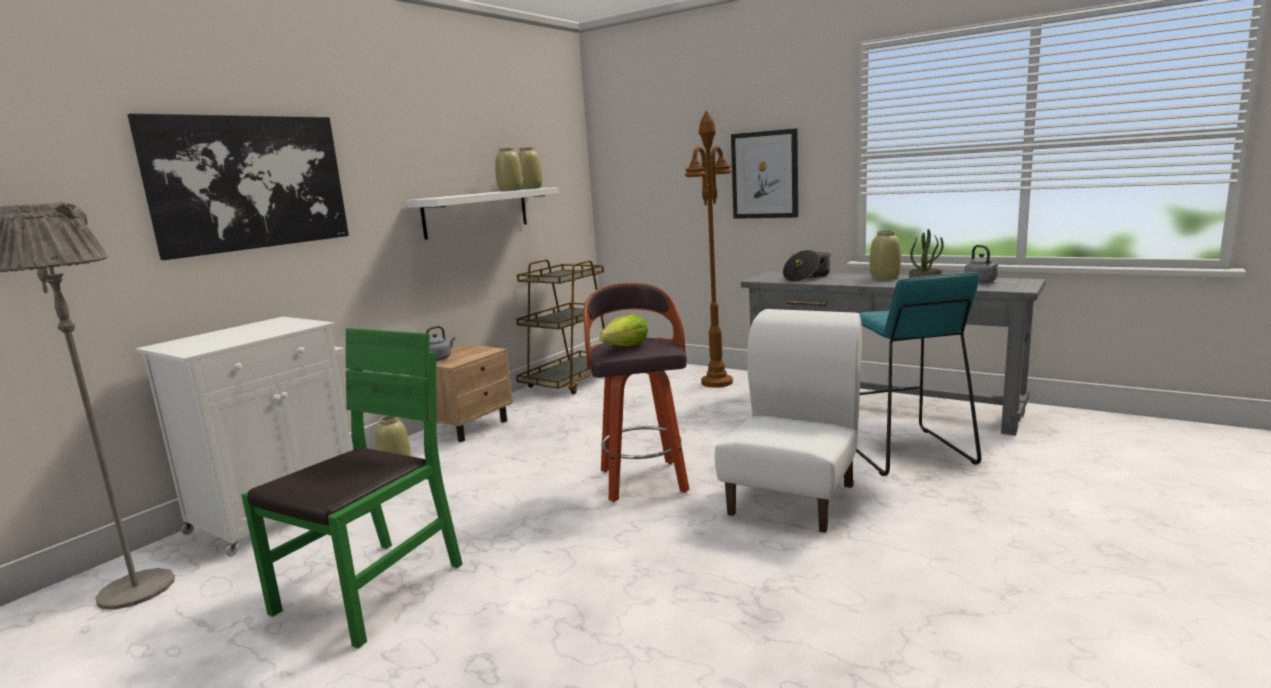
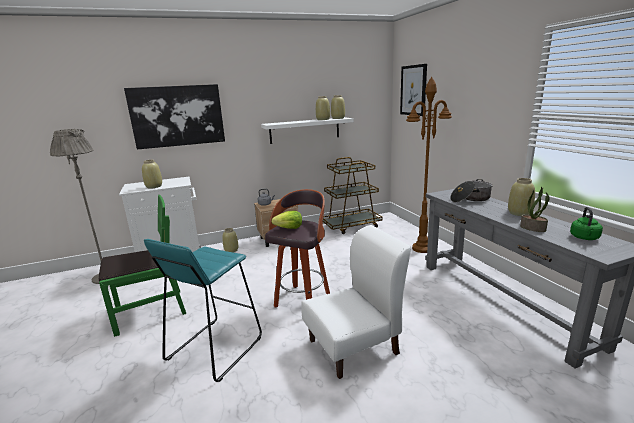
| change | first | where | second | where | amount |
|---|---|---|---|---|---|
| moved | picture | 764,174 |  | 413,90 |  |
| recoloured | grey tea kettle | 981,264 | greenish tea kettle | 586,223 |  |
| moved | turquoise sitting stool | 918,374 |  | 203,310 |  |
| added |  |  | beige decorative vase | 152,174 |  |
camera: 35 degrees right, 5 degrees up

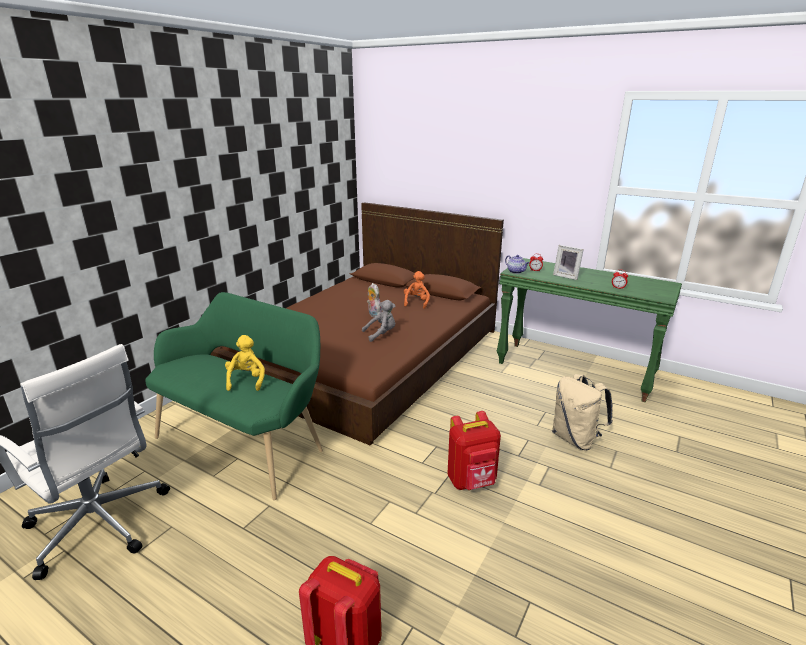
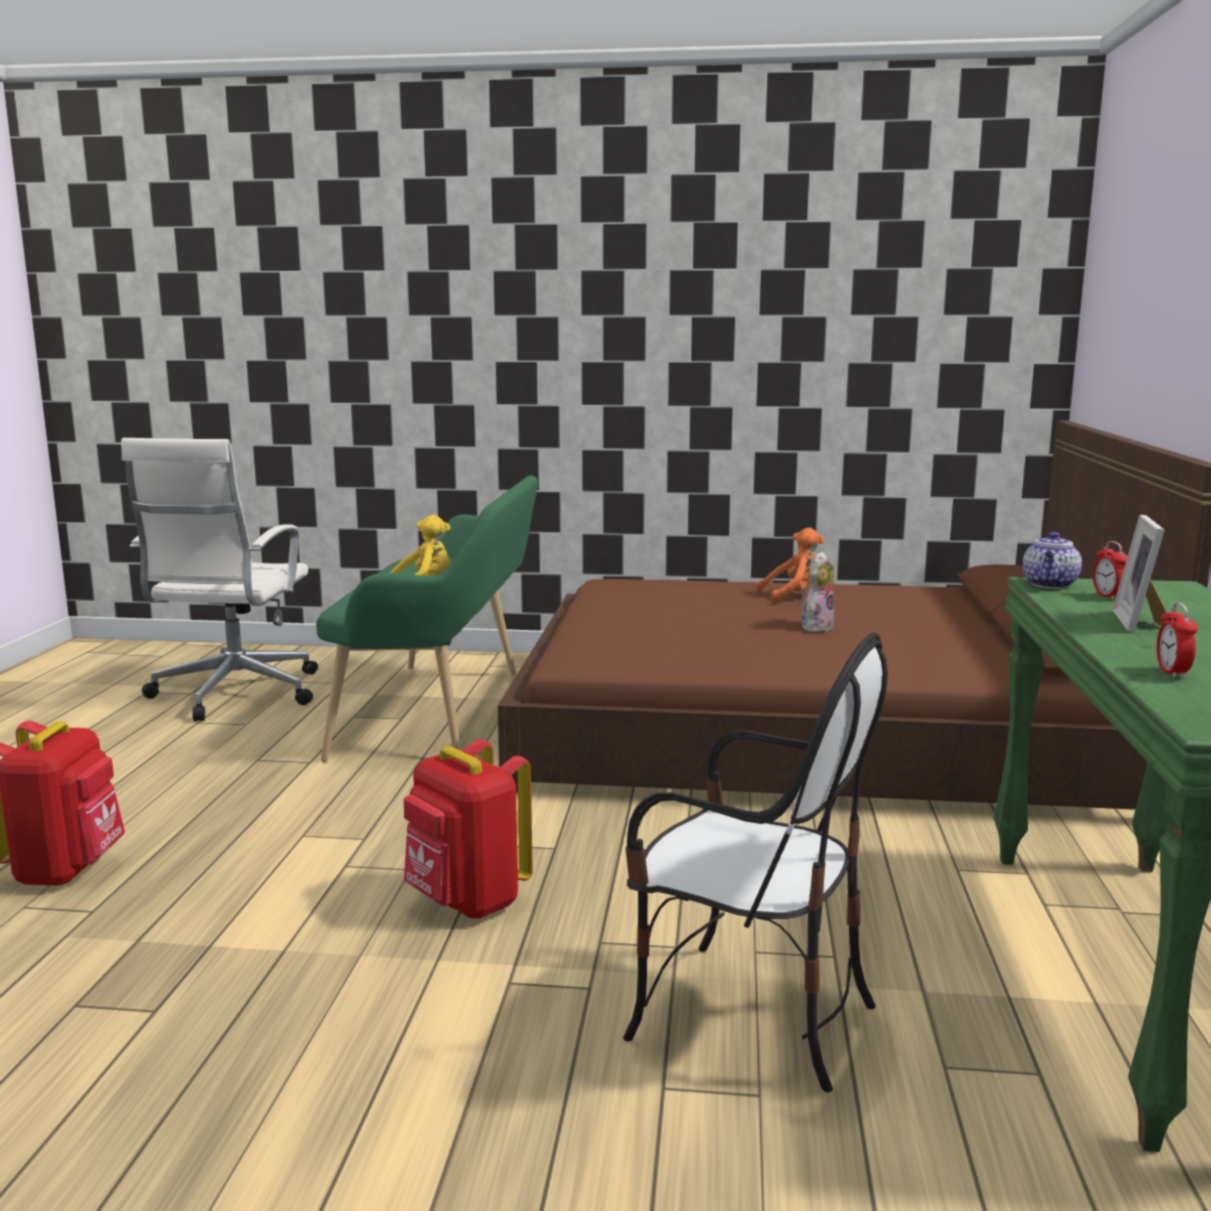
| change | first | where | second | where | amount |
|---|---|---|---|---|---|
| moved | orangey plush toy | 417,290 |  | 790,566 |  |
| removed | grey plush toy | 378,321 |  |  |  |
| replaced | beige backpack | 582,412 | plain chair | 755,862 |  |
camera: 65 degrees right, 10 degrees down

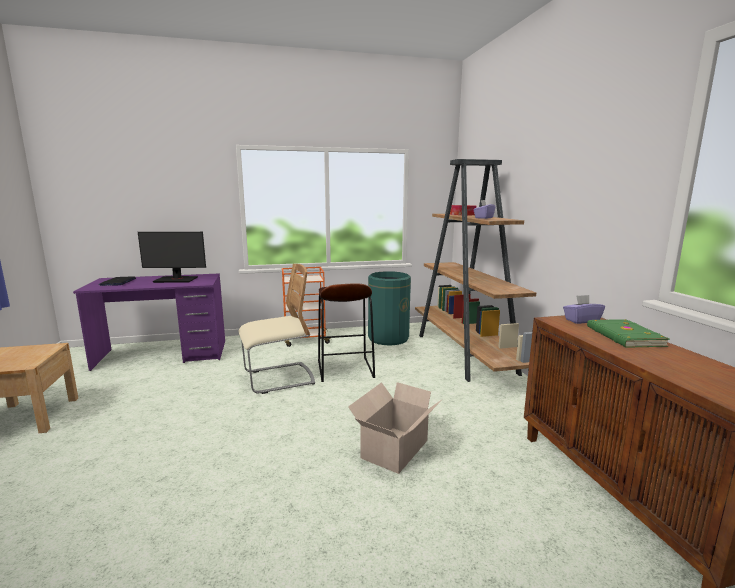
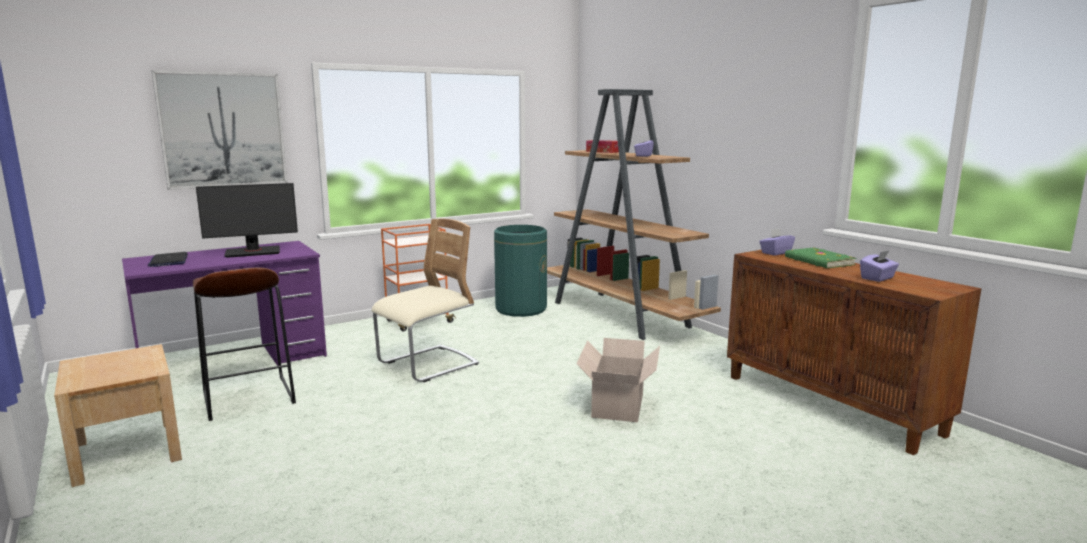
| change | first | where | second | where | amount |
|---|---|---|---|---|---|
| moved | brown-coloured sitting stool | 346,332 |  | 244,344 |  |
| added |  |  | picture | 219,130 |  |
| added |  |  | purplish tissue box | 879,266 |  |
camera: 20 degrees left, 0 degrees up

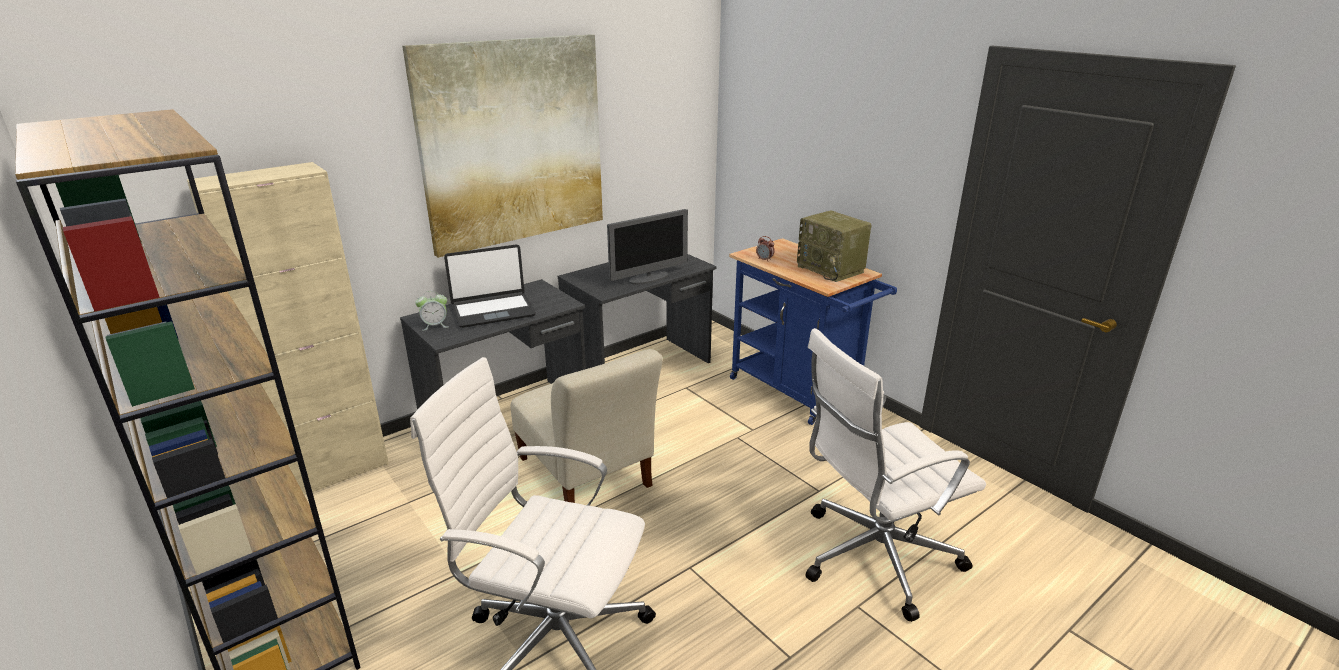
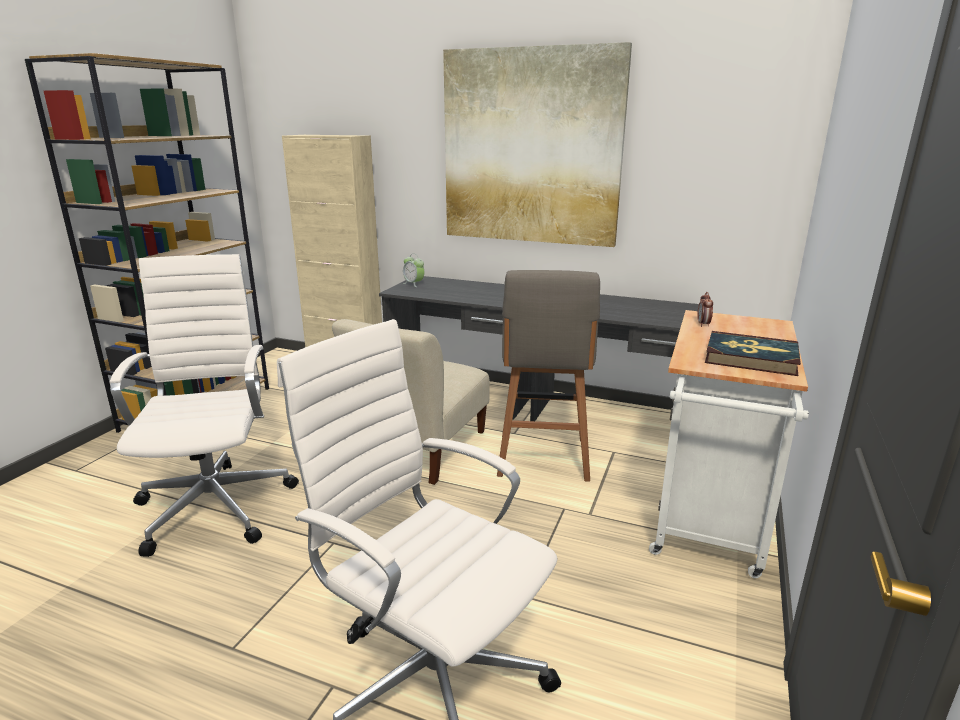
| change | first | where | second | where | amount |
|---|---|---|---|---|---|
| removed | computer screen | 647,247 |  |  |  |
| replaced | radio receiver | 834,246 | bound book | 753,353 |  |
| recoloured | blue-coloured trolley | 813,331 | whitish trolley | 729,444 |  |
| removed | laptop | 490,286 |  |  |  |
| added |  |  | grey sitting stool | 548,376 |  |
camera: 60 degrees right, 5 degrees down

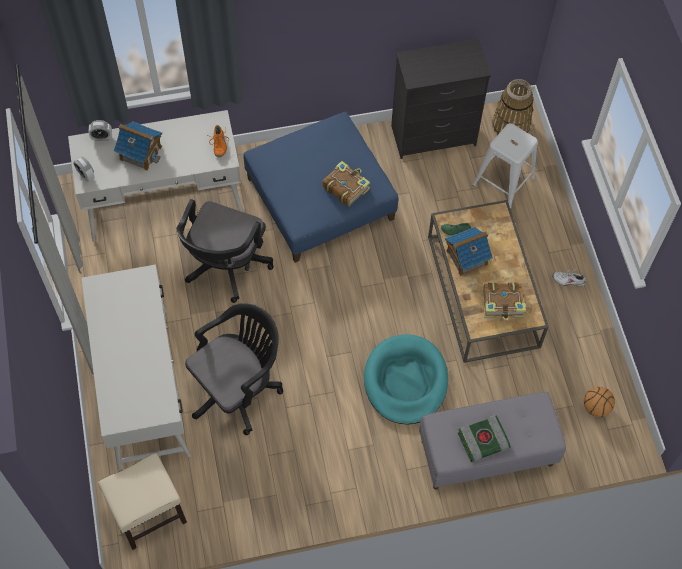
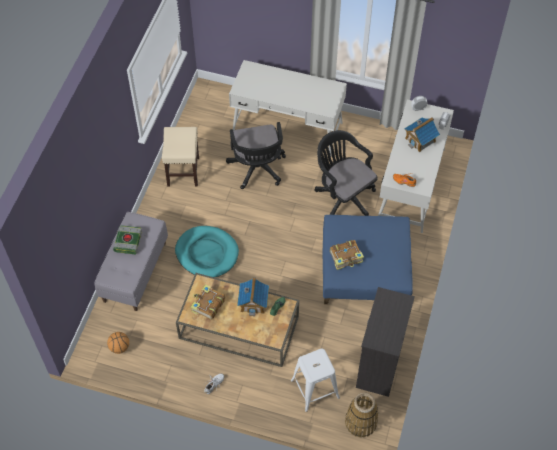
| change | first | where | second | where | amount |
|---|---|---|---|---|---|
| moved | beige sitting stool | 142,501 |  | 180,157 |  |
camera: 120 degrees right, 5 degrees down

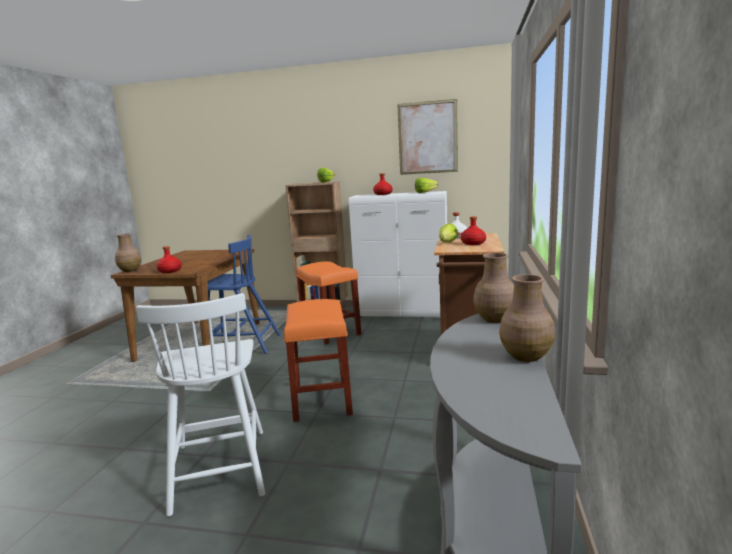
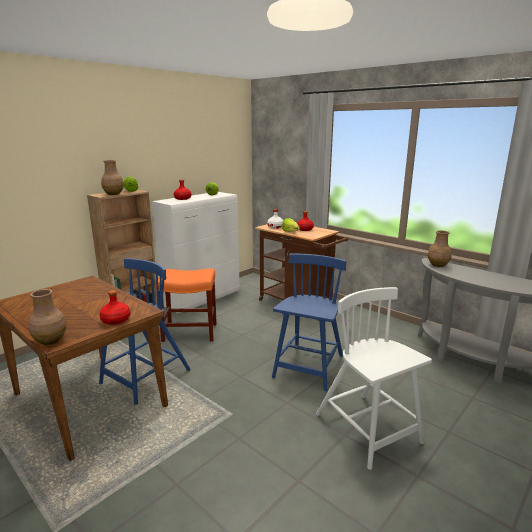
| change | first | where | second | where | amount |
|---|---|---|---|---|---|
| removed | picture | 427,137 |  |  |  |
| moved | brown-coloured decorative vase | 527,318 |  | 112,177 |  |
| turned | whitish plain chair | 201,405 |  | 374,378 | 135 degrees counterclockwise |
| replaced | orangey sitting stool | 318,360 | blue-coloured plain chair | 309,322 |  |
camera: 60 degrees left, 5 degrees up

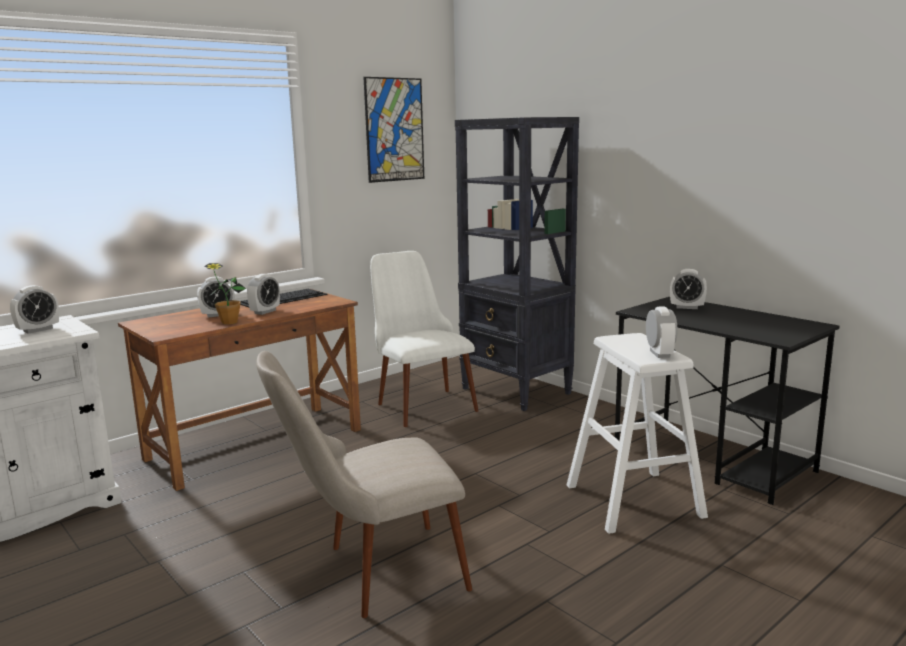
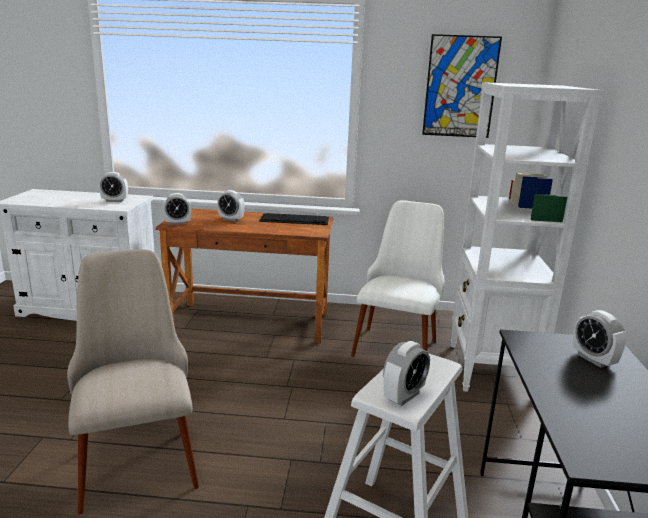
| change | first | where | second | where | amount |
|---|---|---|---|---|---|
| recoloured | black-coloured bookcase | 517,264 | whitish bookcase | 527,237 |  |
| removed | plant in a pot | 225,293 |  |  |  |
| moved | alarm clock | 263,294 |  | 177,209 |  |
| turned | beige plain chair | 364,484 |  | 133,381 | 45 degrees clockwise |
camera: 45 degrees right, 5 degrees up

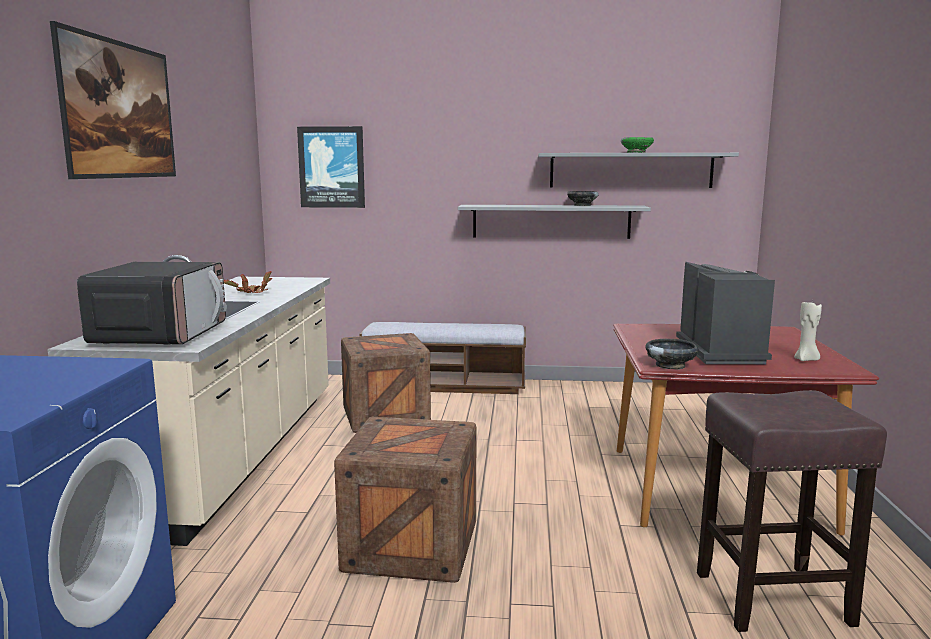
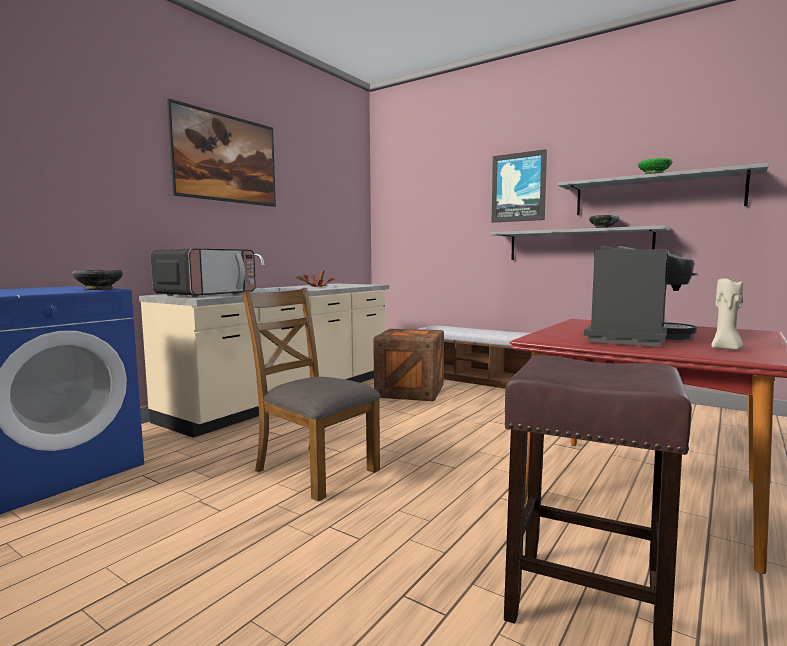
| change | first | where | second | where | amount |
|---|---|---|---|---|---|
| moved | picture | 331,167 |  | 519,186 |  |
| moved | black-coloured deep dish | 672,354 |  | 97,280 |  |
| replaced | shipping crate | 405,500 | brown-coloured plain chair | 311,394 |  |
camera: 30 degrees right, 5 degrees down

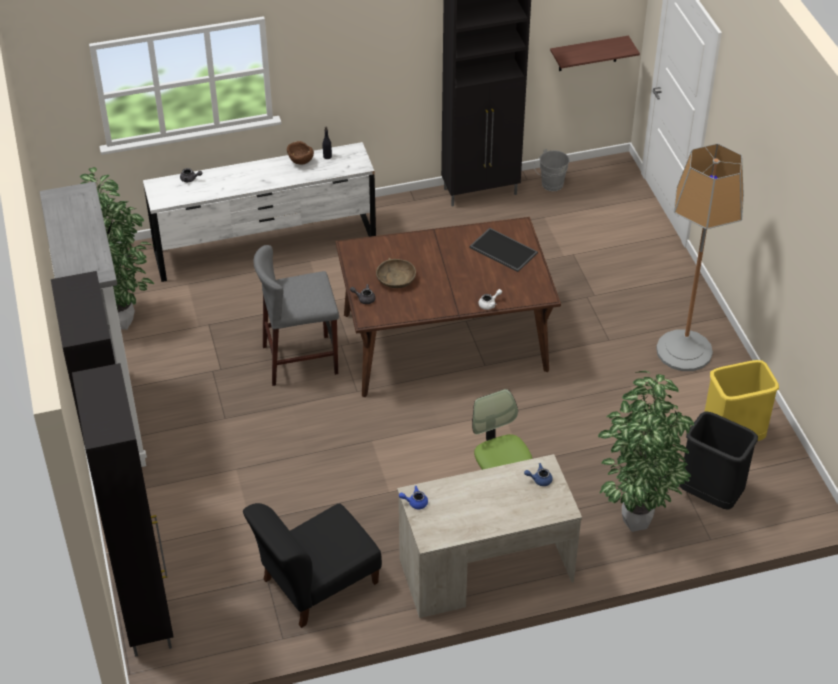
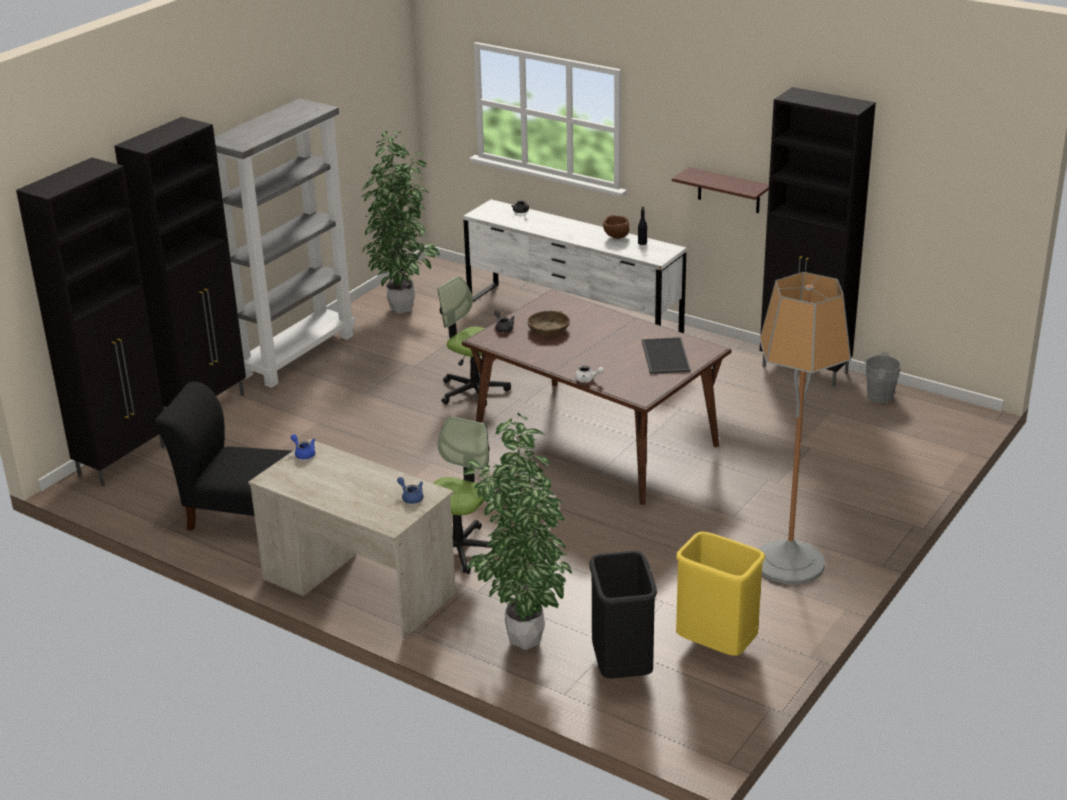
| change | first | where | second | where | amount |
|---|---|---|---|---|---|
| moved | shelf | 595,53 |  | 720,190 |  |
| replaced | grey sitting stool | 296,315 | office chair | 474,342 |  |
camera: 50 degrees right, 15 degrees down

